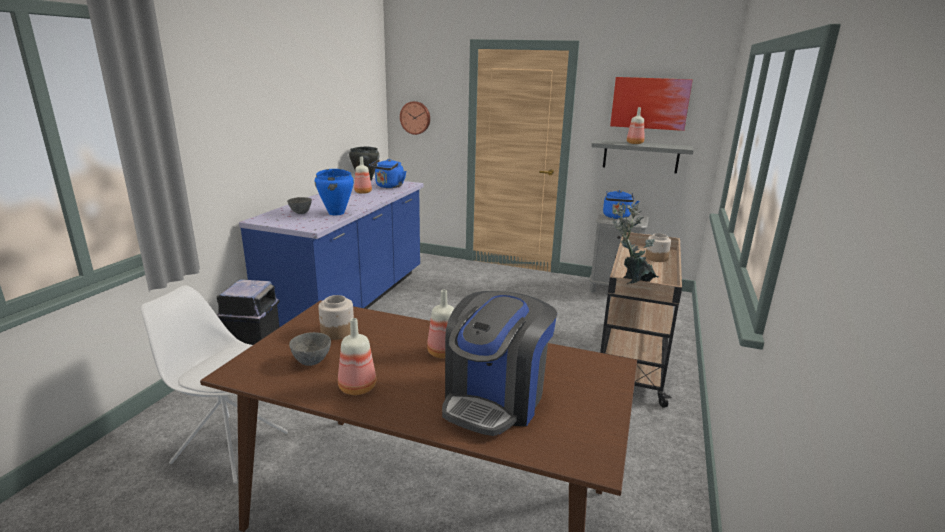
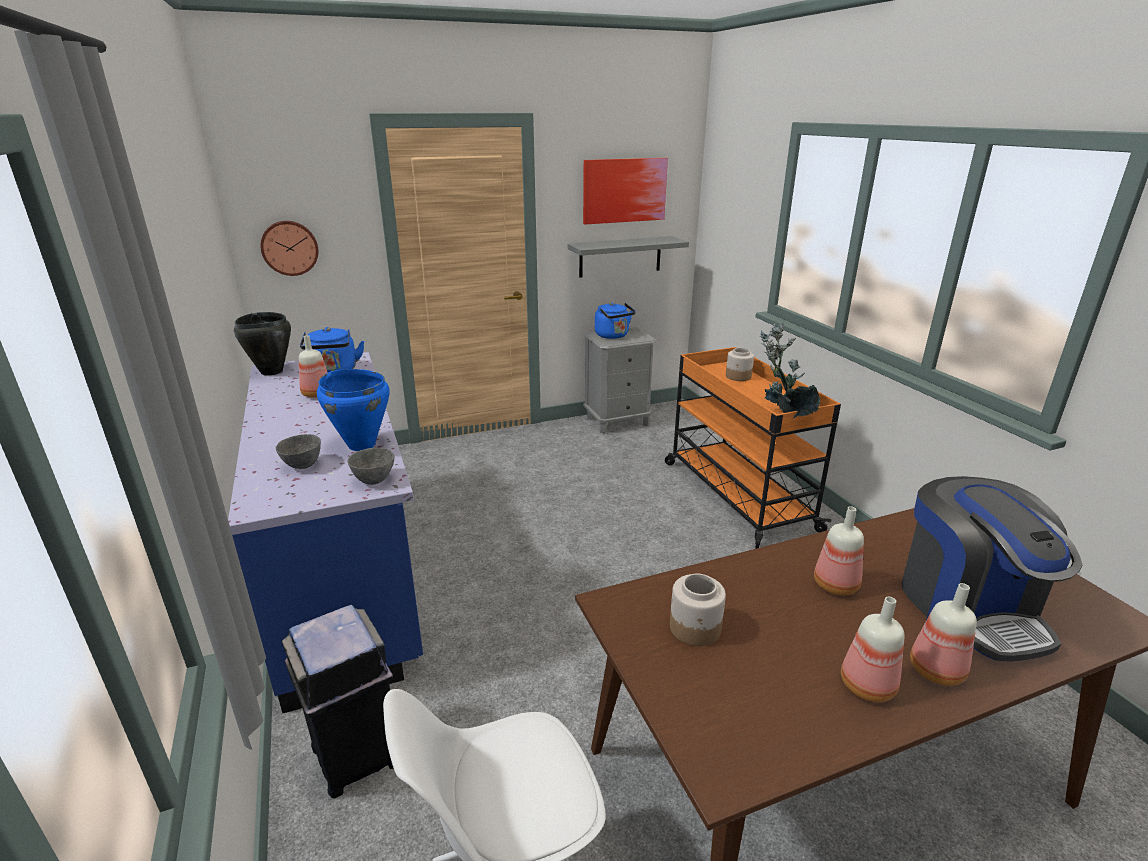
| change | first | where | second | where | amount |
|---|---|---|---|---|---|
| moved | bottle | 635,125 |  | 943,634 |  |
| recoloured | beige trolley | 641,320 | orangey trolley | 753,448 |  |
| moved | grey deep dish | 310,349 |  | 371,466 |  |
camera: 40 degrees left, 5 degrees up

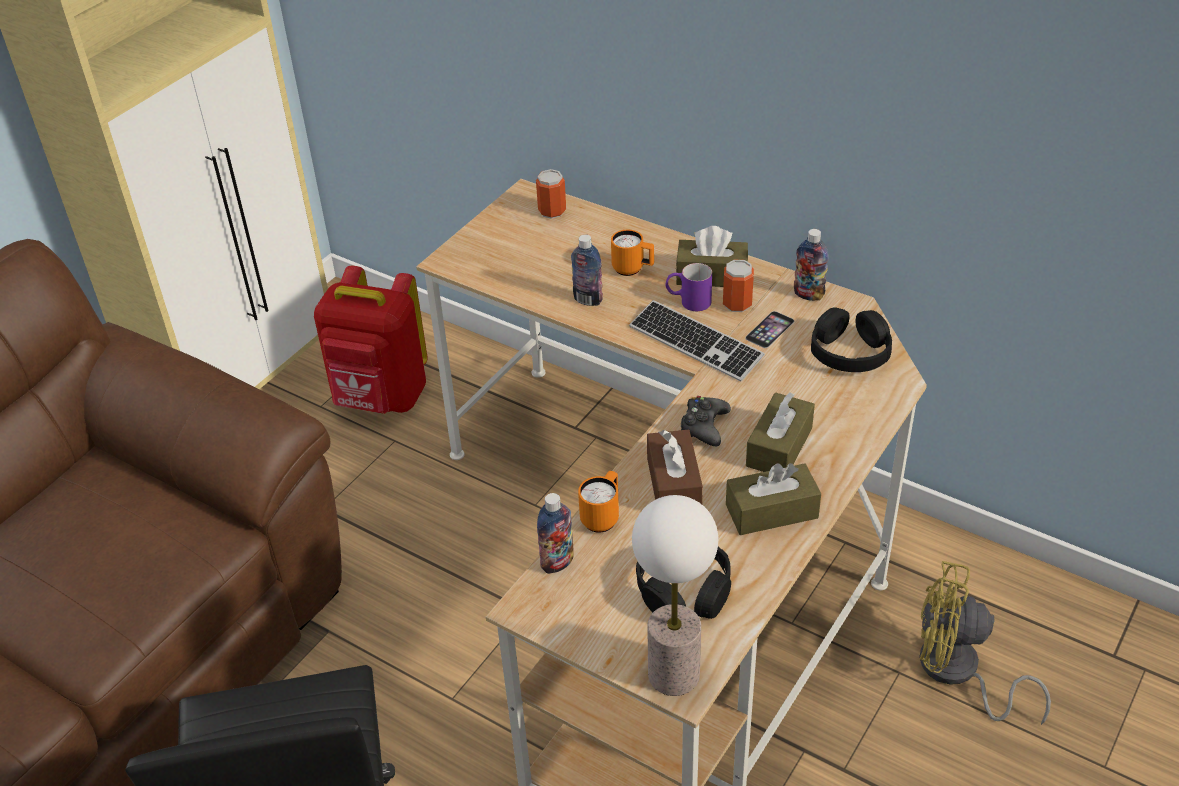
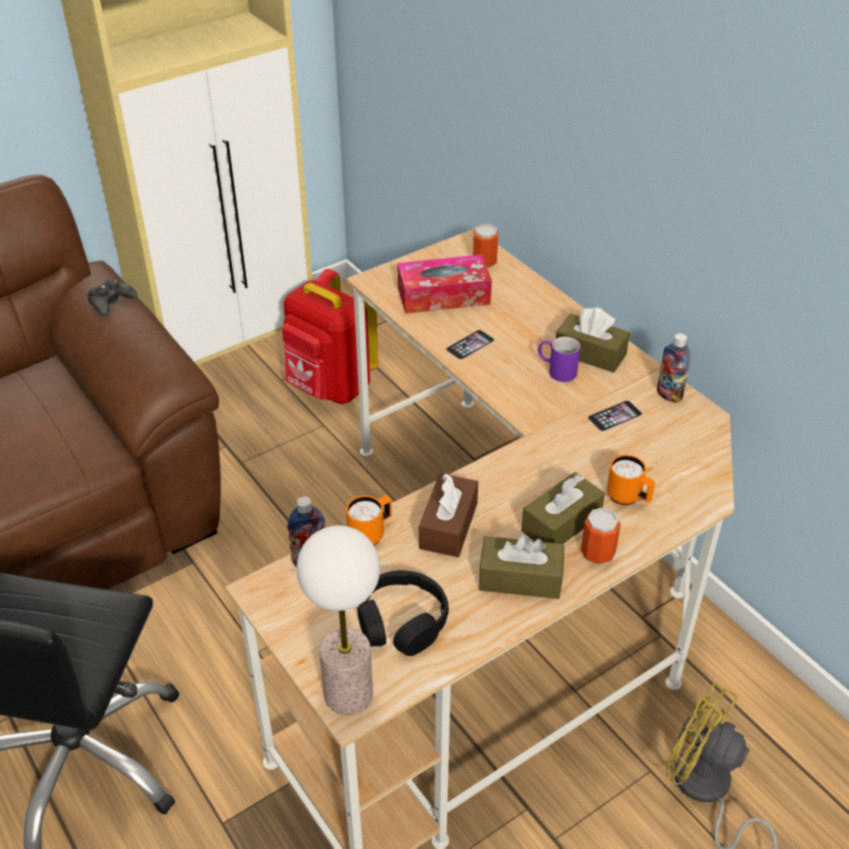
| change | first | where | second | where | amount |
|---|---|---|---|---|---|
| moved | orangey tea mug | 632,253 |  | 631,480 |  |
| replaced | bottle | 587,270 | telephone | 470,345 |  |
| moved | can | 738,286 |  | 601,536 |  |
| removed | computer keyboard | 697,341 |  |  |  |
| removed | black-coloured pair of headphones | 851,339 |  |  |  |
| moved | black-coloured gamepad | 706,421 |  | 112,297 |  |
| added |  |  | tissue box | 444,284 |  |
camera: 20 degrees right, 0 degrees up

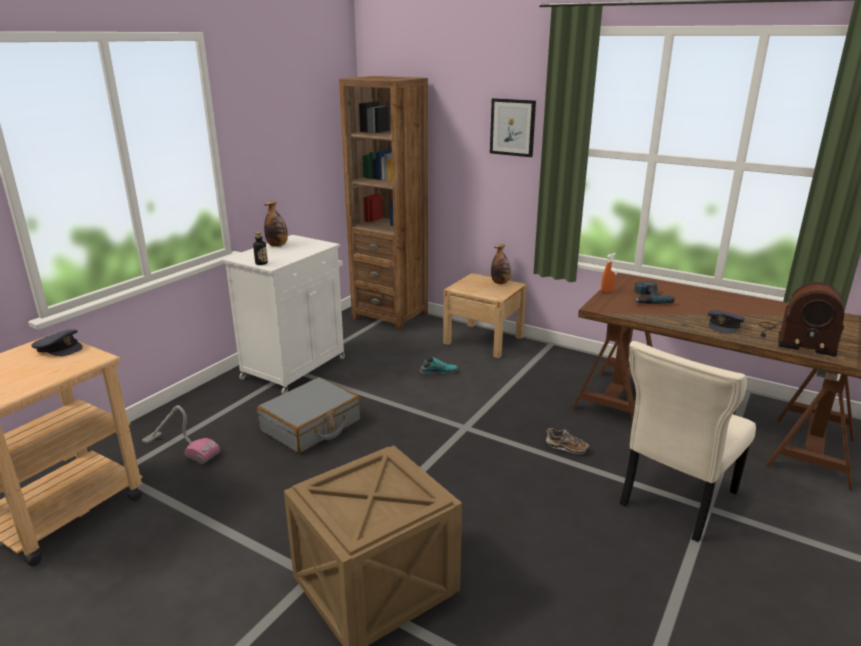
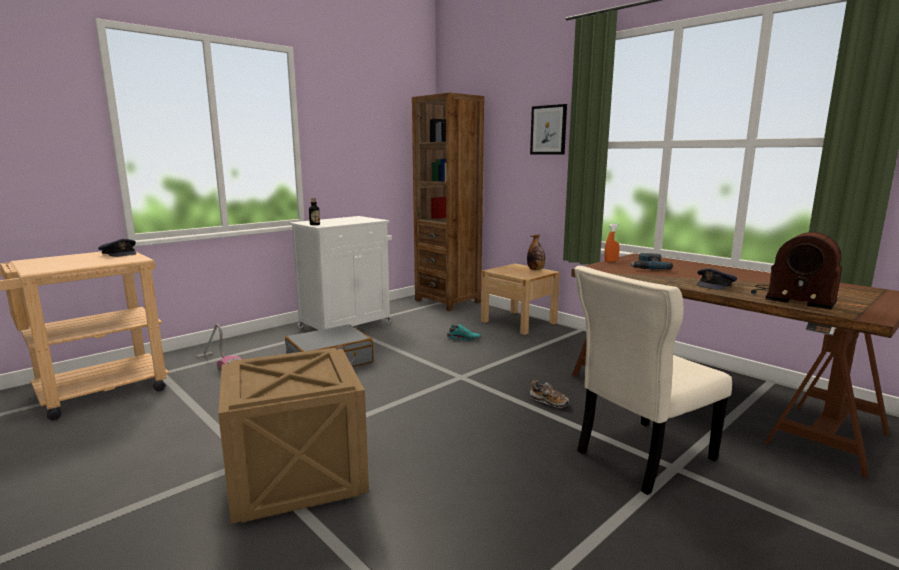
| change | first | where | second | where | amount |
|---|---|---|---|---|---|
| removed | bottle | 276,224 |  |  |  |
camera: 15 degrees right, 10 degrees down

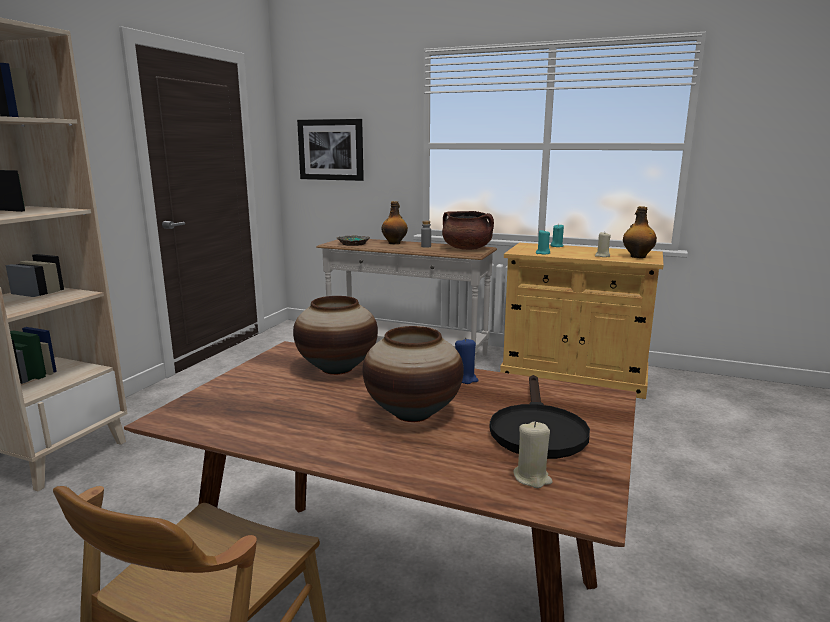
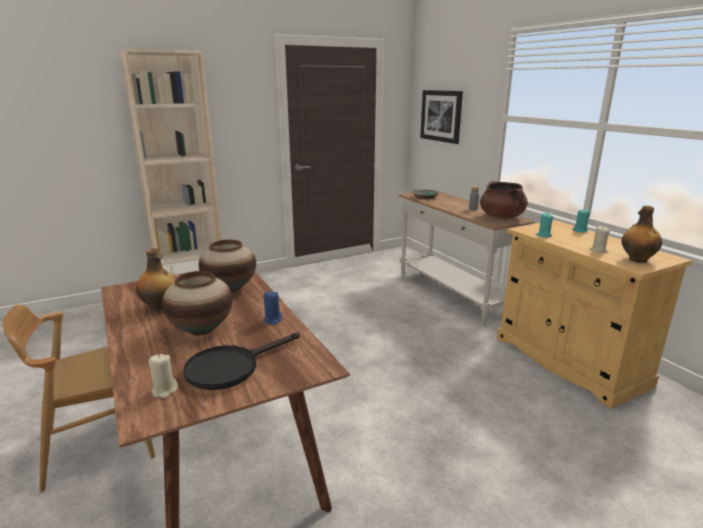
| change | first | where | second | where | amount |
|---|---|---|---|---|---|
| moved | bottle | 394,222 |  | 155,279 |  |
camera: 40 degrees right, 5 degrees up

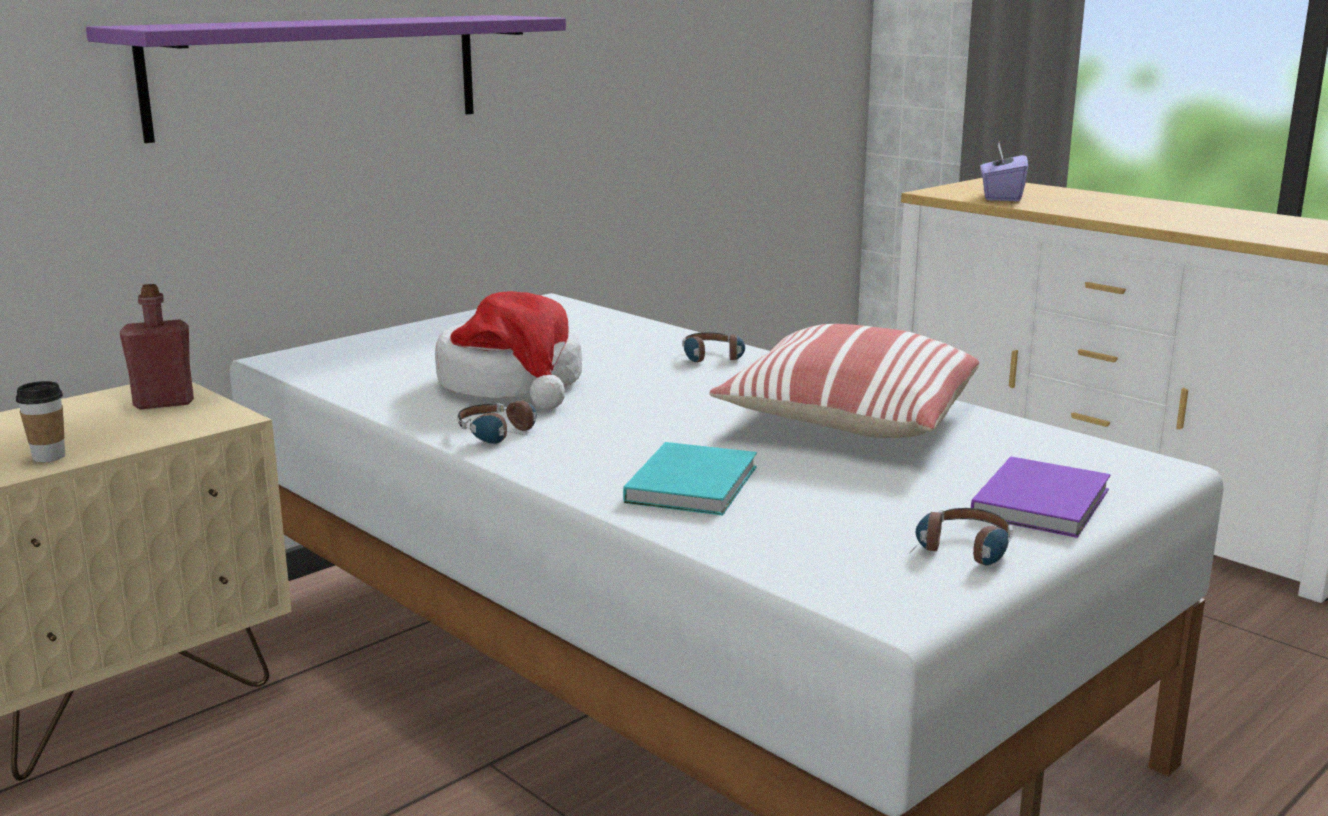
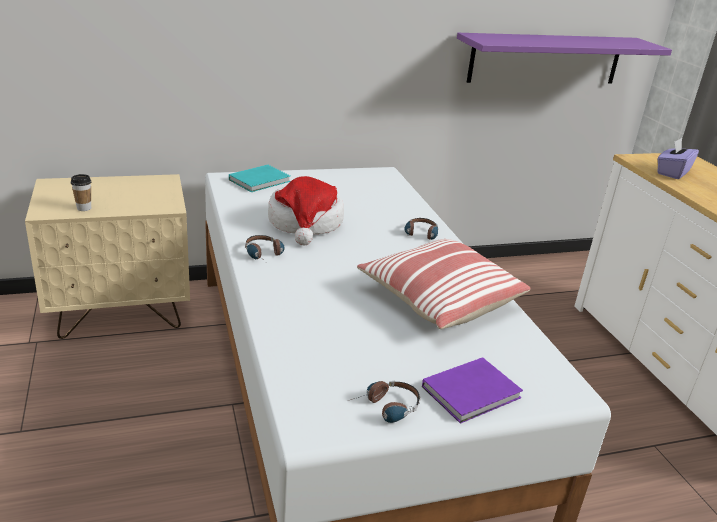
| change | first | where | second | where | amount |
|---|---|---|---|---|---|
| moved | purplish shelf | 326,79 |  | 564,58 |  |
| removed | red bottle | 157,347 |  |  |  |
| moved | turquoise bound book | 690,479 |  | 260,178 |  |
camera: 25 degrees right, 10 degrees up

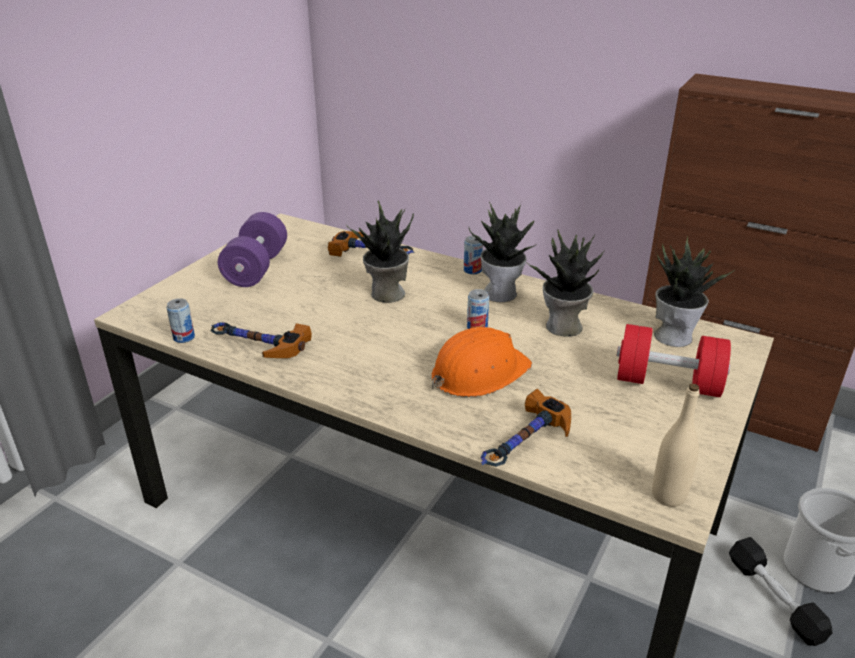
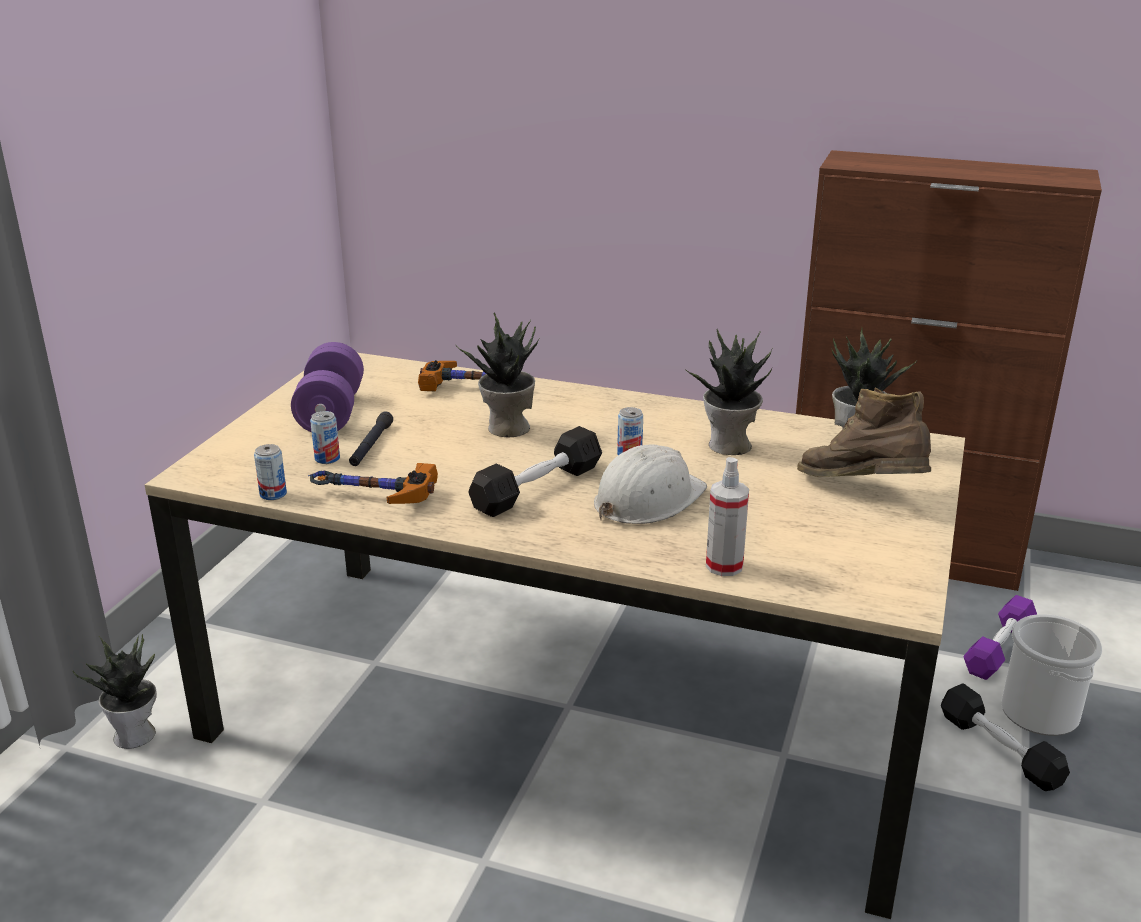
| change | first | where | second | where | amount |
|---|---|---|---|---|---|
| moved | plant in a pot | 501,252 |  | 115,691 |  |
| moved | can | 473,255 |  | 325,437 |  |
| replaced | red hand weight | 673,360 | brown-coloured high-top boot | 864,432 |  |
| recoloured | orangey work helmet | 482,362 | whitish work helmet | 650,484 |  |
| removed | beige bottle | 675,445 |  |  |  |
| replaced | tool hammer | 525,427 | spray bottle | 727,516 |  |
| added |  |  | black-coloured torch | 371,438 |  |
| added |  |  | black-coloured hand weight | 535,471 |  |
| added |  |  | purplish hand weight | 1000,637 |  |
camera: 10 degrees left, 5 degrees down

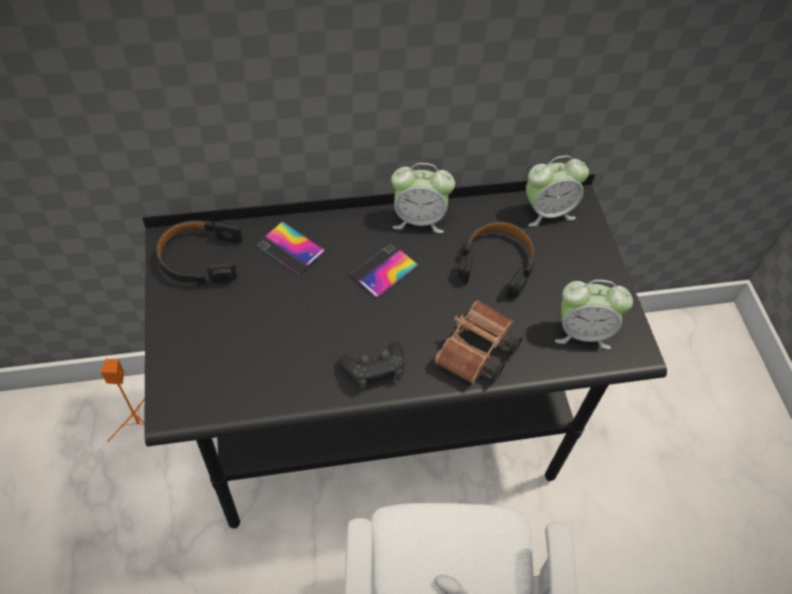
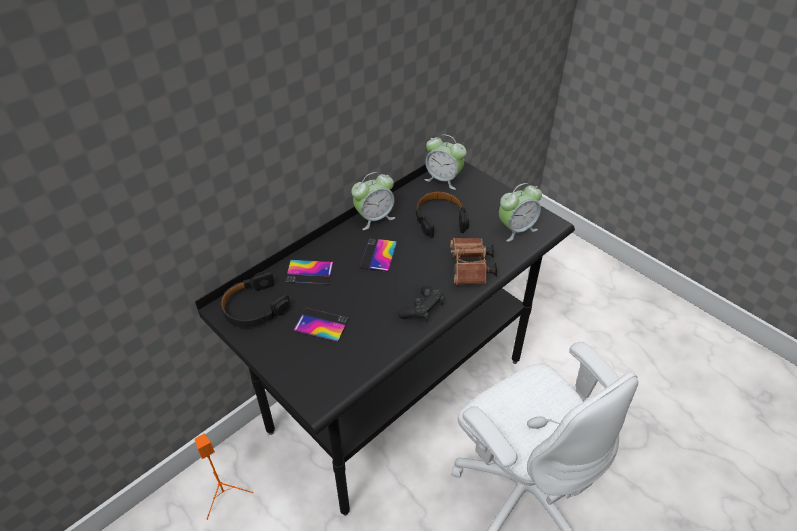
| change | first | where | second | where | amount |
|---|---|---|---|---|---|
| turned | alarm clock | 557,191 |  | 445,162 | 75 degrees clockwise |
| added |  |  | telephone | 321,324 |  |
camera: 30 degrees left, 10 degrees down

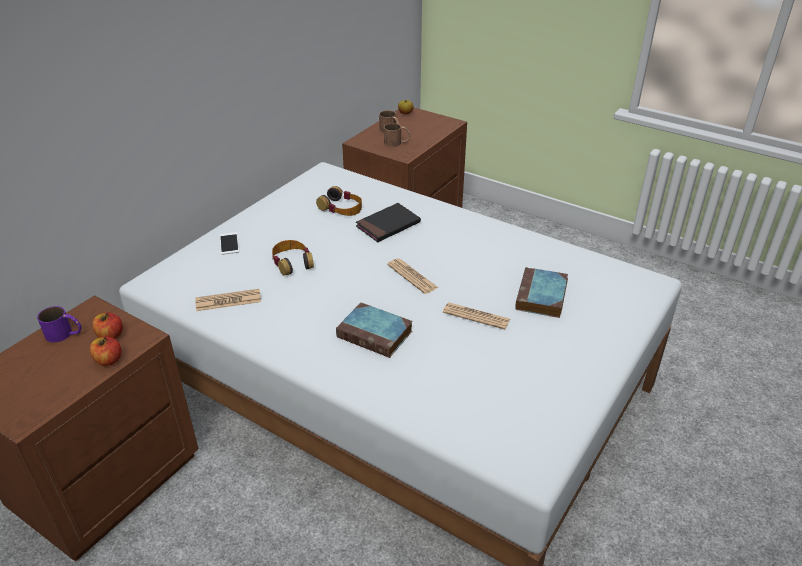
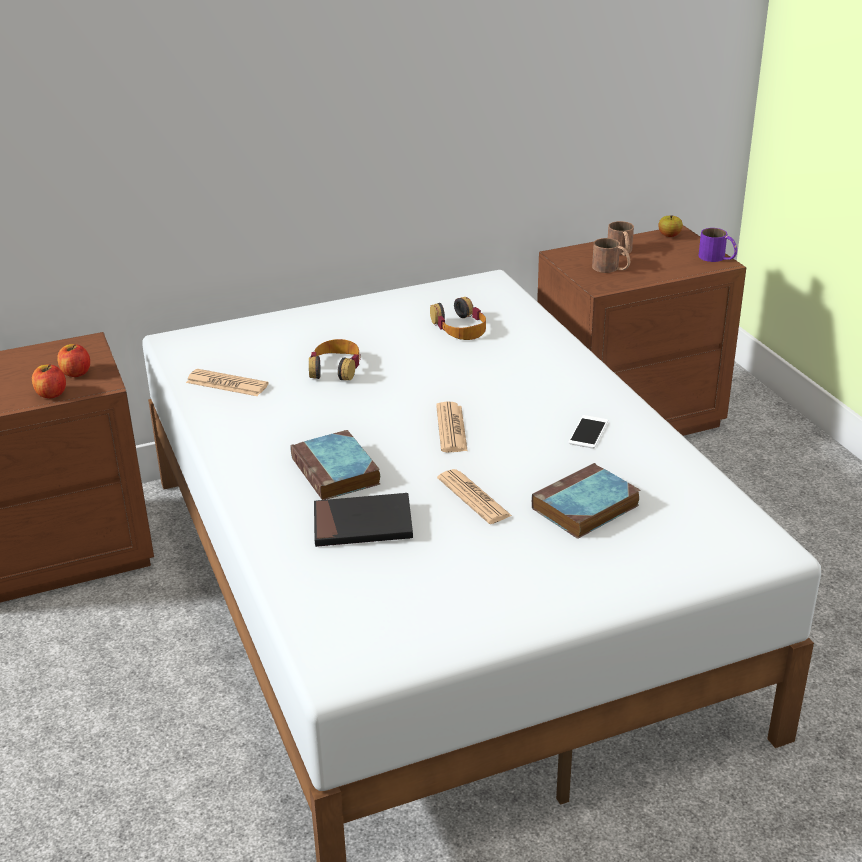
| change | first | where | second | where | amount |
|---|---|---|---|---|---|
| moved | black-coloured bound book | 388,222 |  | 363,520 |  |
| moved | telephone | 229,243 |  | 588,432 |  |
| moved | purplish tea mug | 59,324 |  | 718,245 |  |
camera: 35 degrees right, 5 degrees down

